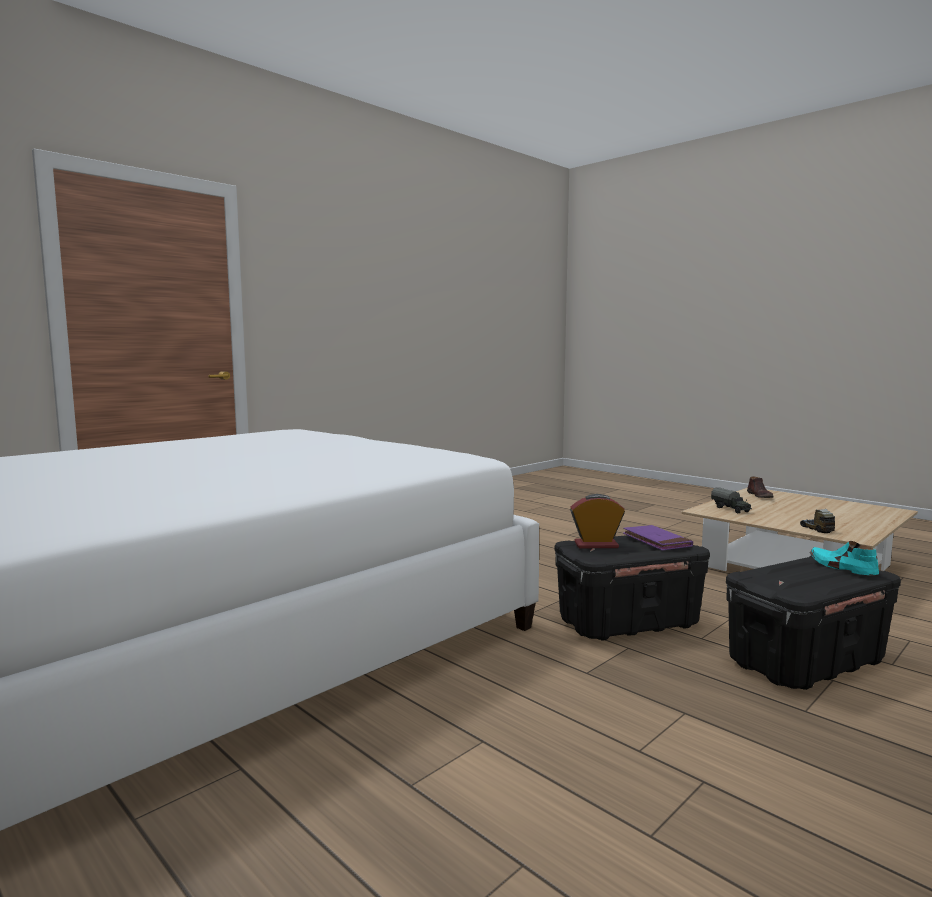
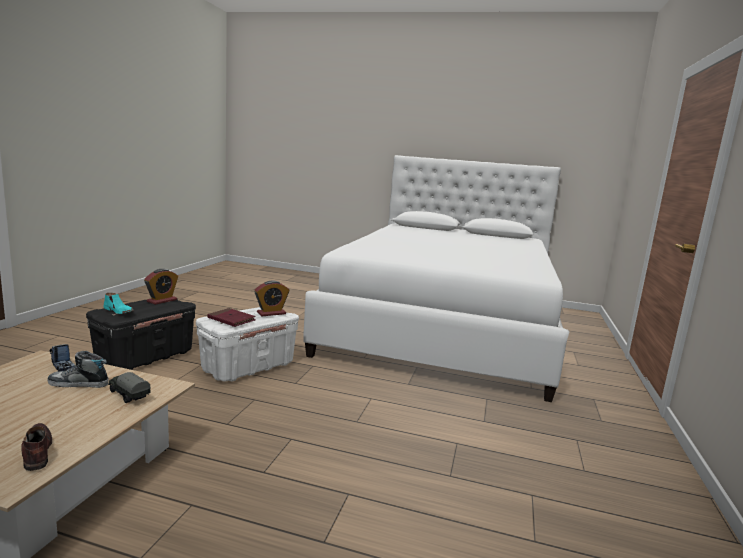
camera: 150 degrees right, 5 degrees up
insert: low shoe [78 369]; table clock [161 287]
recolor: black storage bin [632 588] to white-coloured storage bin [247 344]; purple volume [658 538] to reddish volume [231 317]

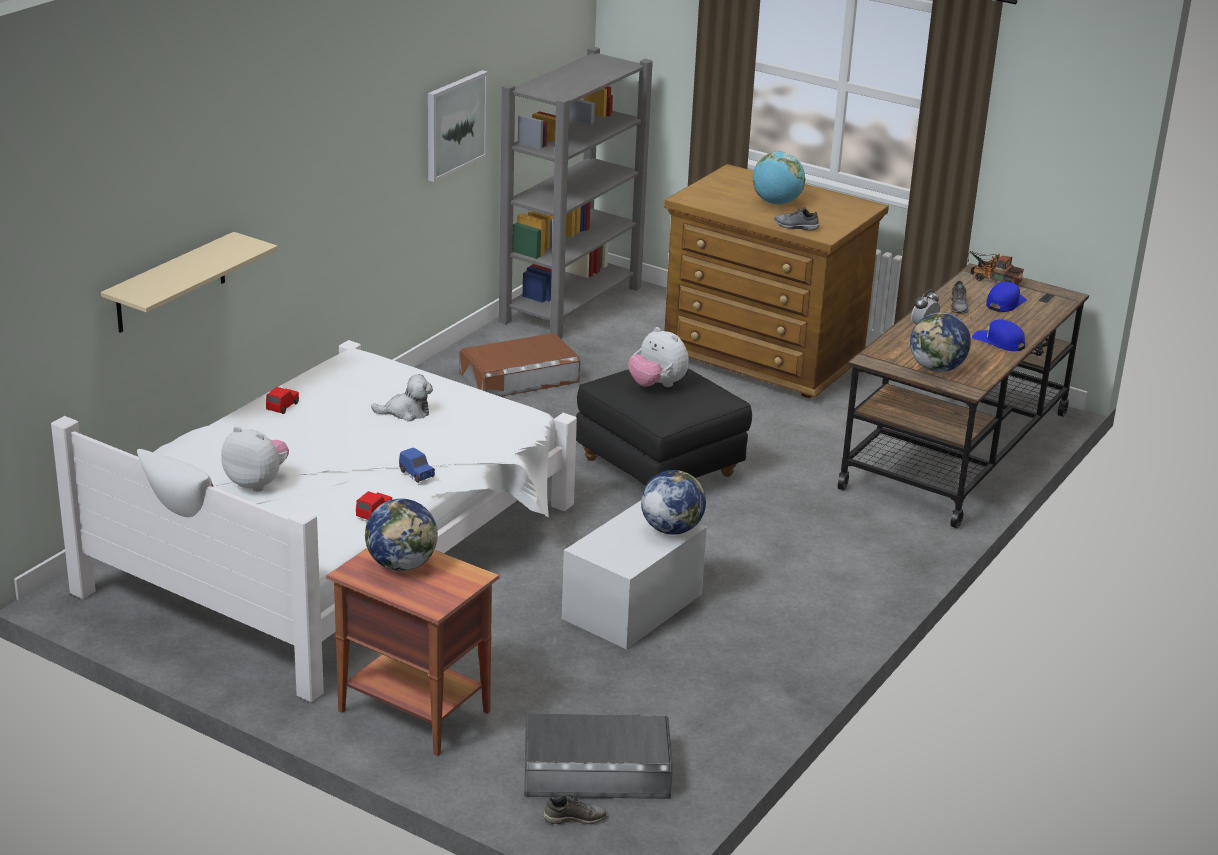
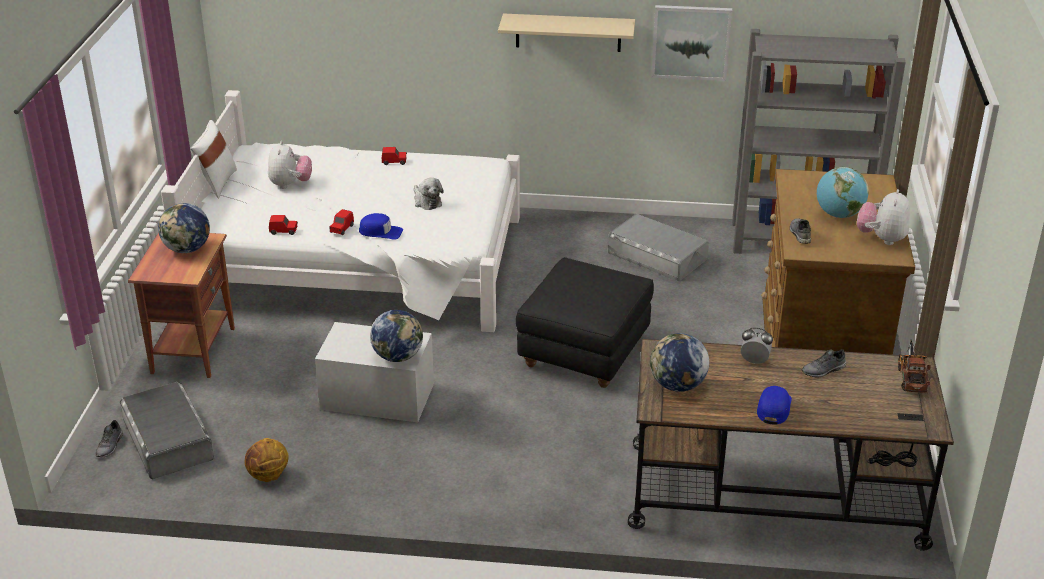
camera: 65 degrees right, 5 degrees up
insert: ball for basketball [267 460]
move: bluish baseball cap [1006 297] to [381 226]; sand-coloured shelf [189 282] to [566 33]; plush toy [658 357] to [883 217]
recolor: bluish miniature car [417 465] to reddish miniature car [341 222]; brownish storage bin [520 365] to grey storage bin [658 247]
rotate: grey low shoe [575 809] = [109 438] 45 degrees clockwise

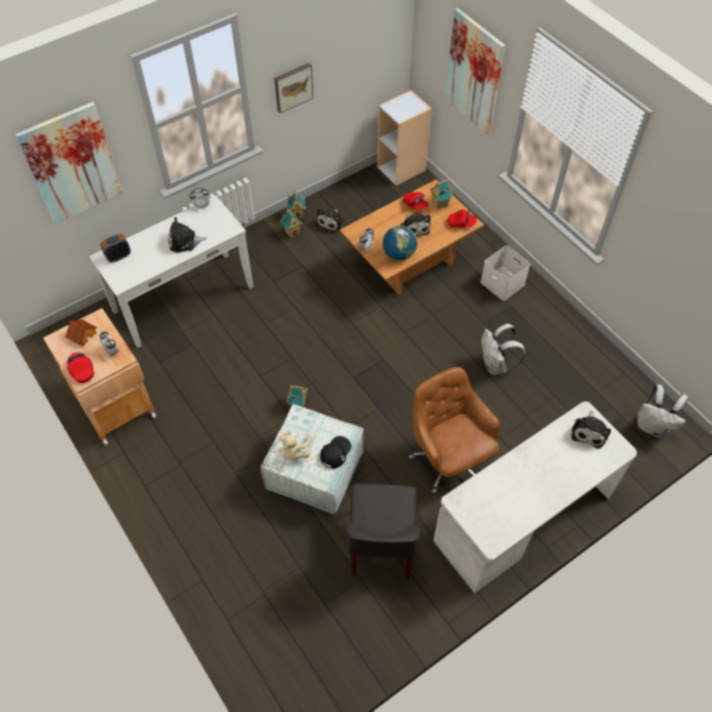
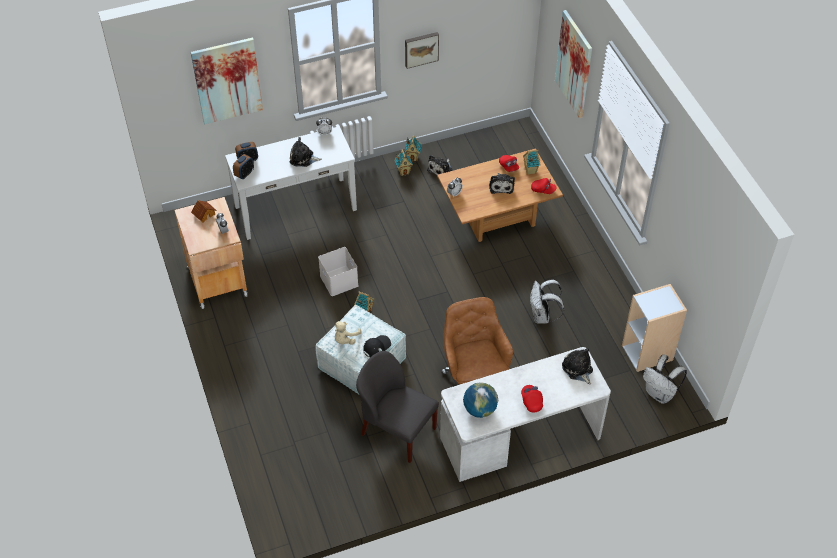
camera: 15 degrees right, 5 degrees down
insert: table clock [243 166]
move: white-coloured storage bin [506 273] to [338 271]; globe [400 242] to [480 400]; reddish baseball cap [80 367] to [532 398]; bookshelf [404 138] to [654 328]
rotate: grey chair [383 531] = [397 407] 105 degrees clockwise; plush toy [591 429] = [577 366] 120 degrees clockwise

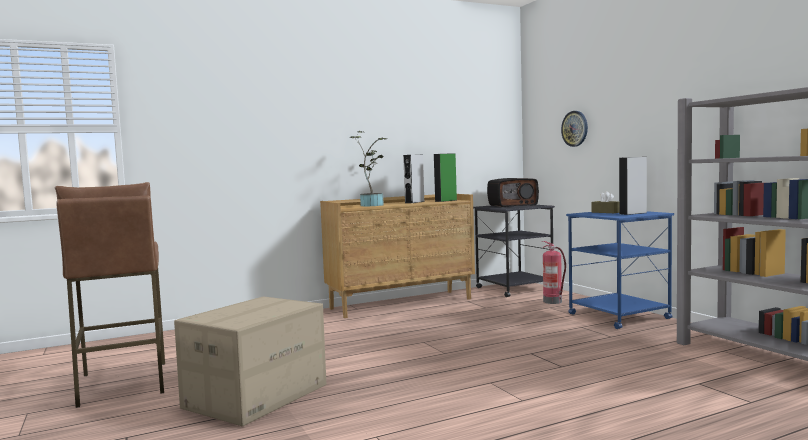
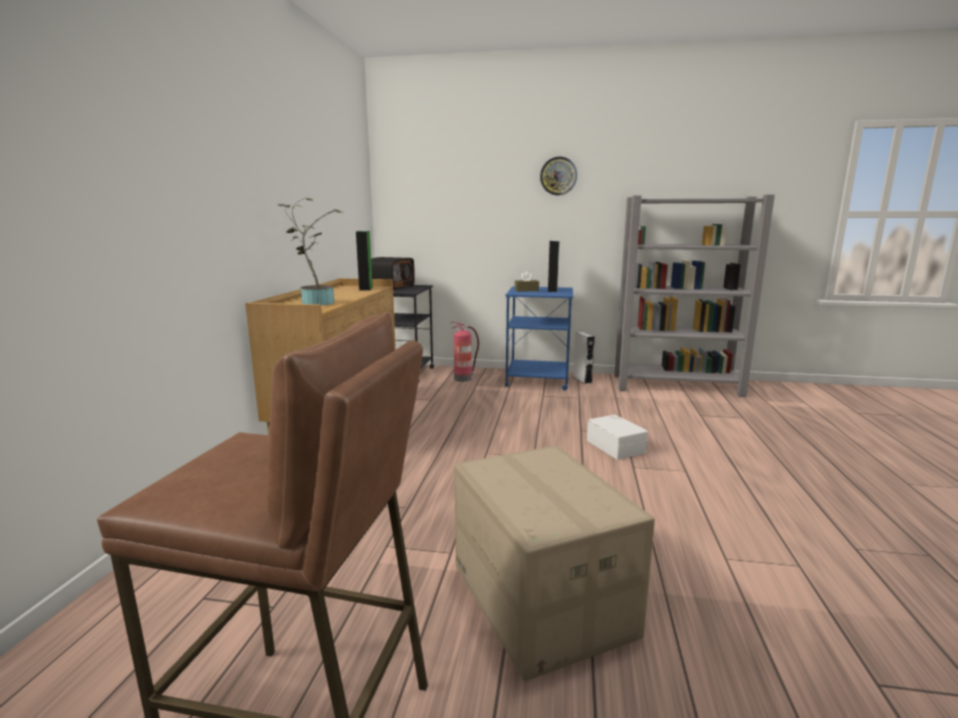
camera: 55 degrees left, 10 degrees up
insert: white-coloured storage bin [617 437]
move: hanging clock [574 129] to [558 176]; grey loudspeaker [413 179] to [584 358]

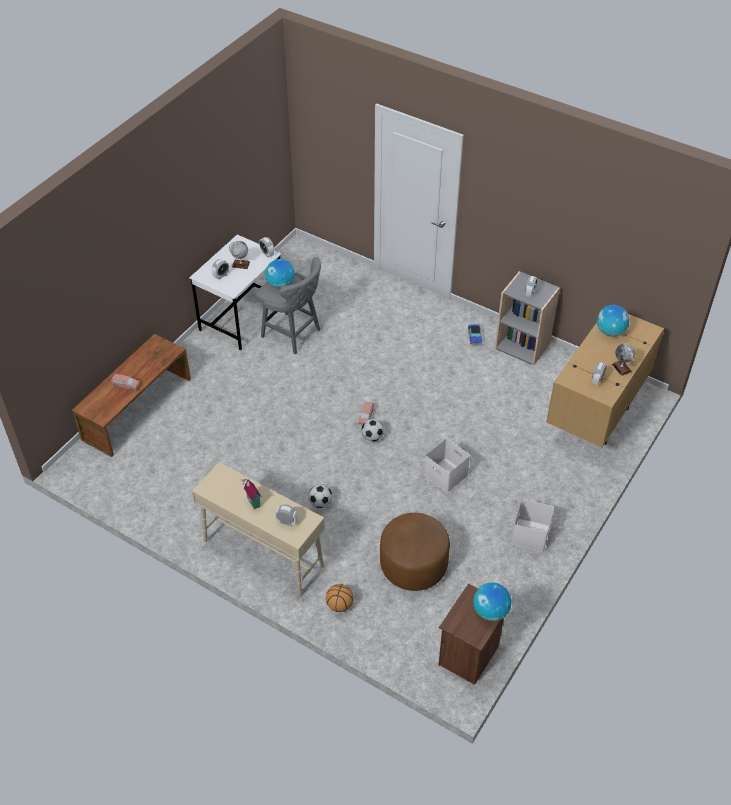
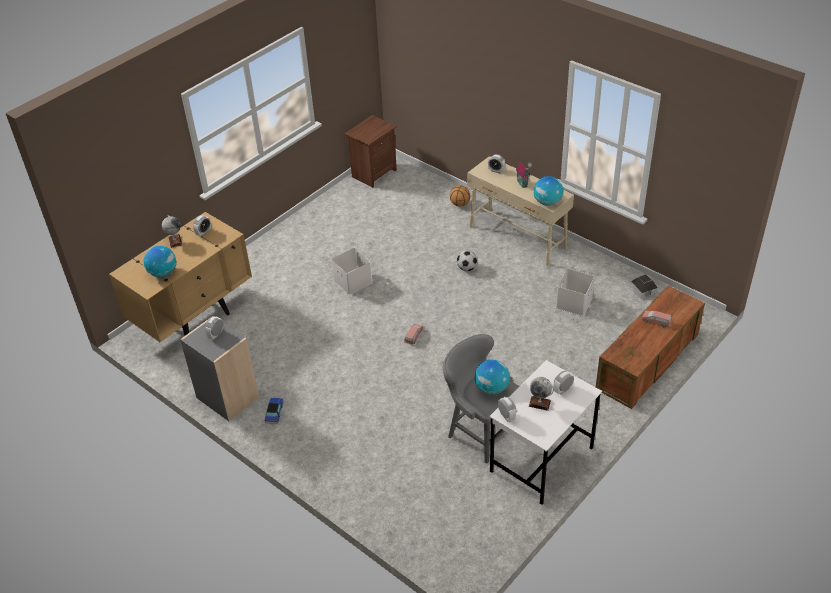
camera: 170 degrees left, 5 degrees down
delete: ball for football [373 430]; brownish pouffe [415 552]
insert: toy house [644 286]
move: globe [492 601] to [548 191]; white-coloured storage bin [532 525] to [575 292]

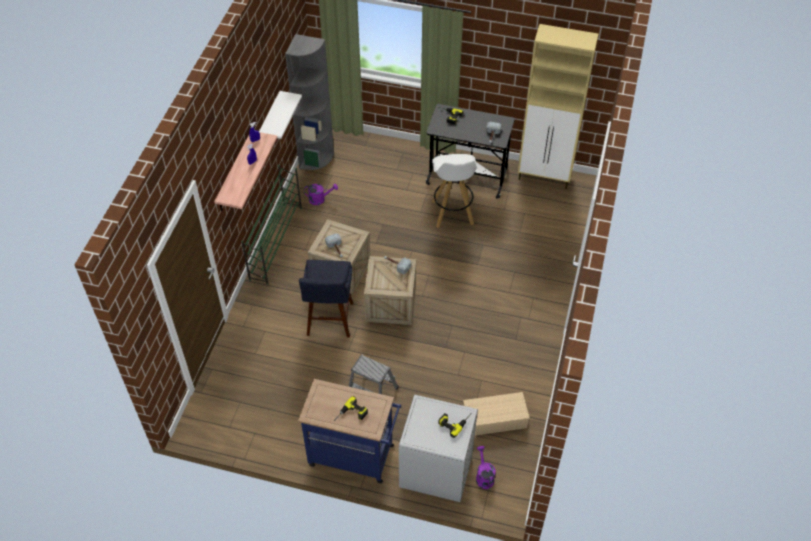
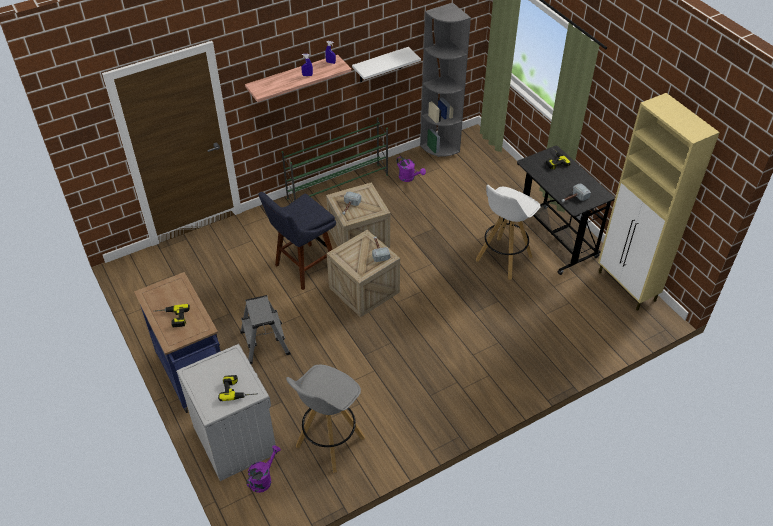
camera: 45 degrees right, 5 degrees down
replace: sand-coloured storage bin [496 413] to grey stool [325 419]

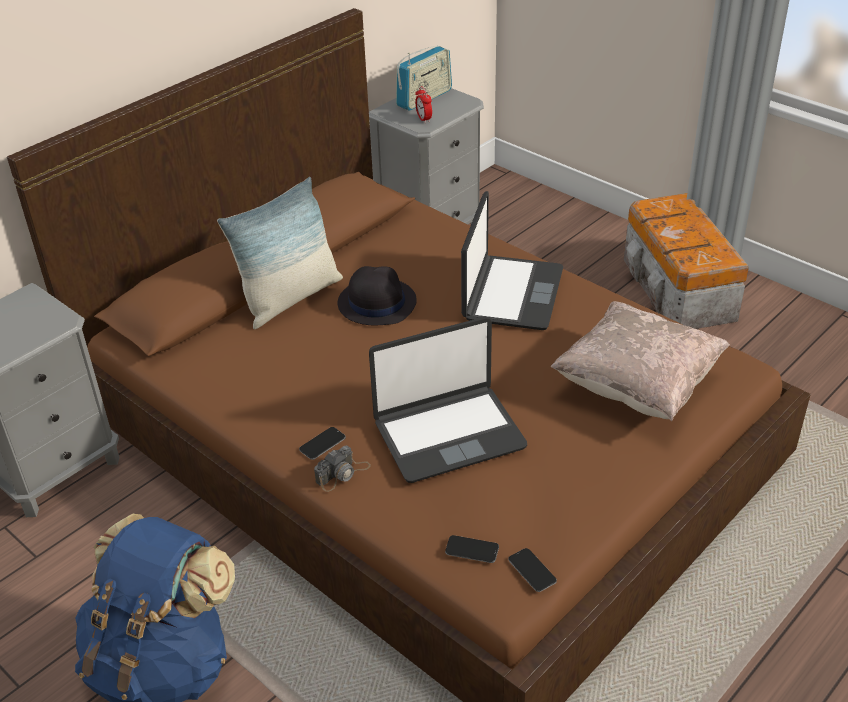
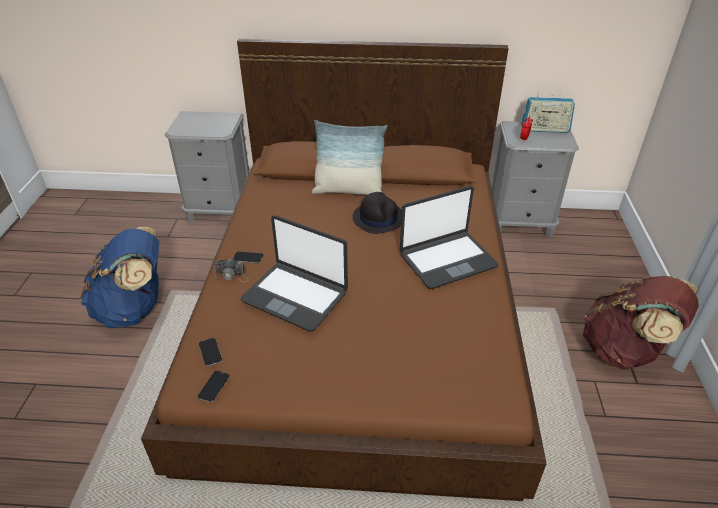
camera: 50 degrees right, 0 degrees up
delete: sand-coloured pillow [640 361]
replace: storage bin [686 261] to brownish backpack [641 323]

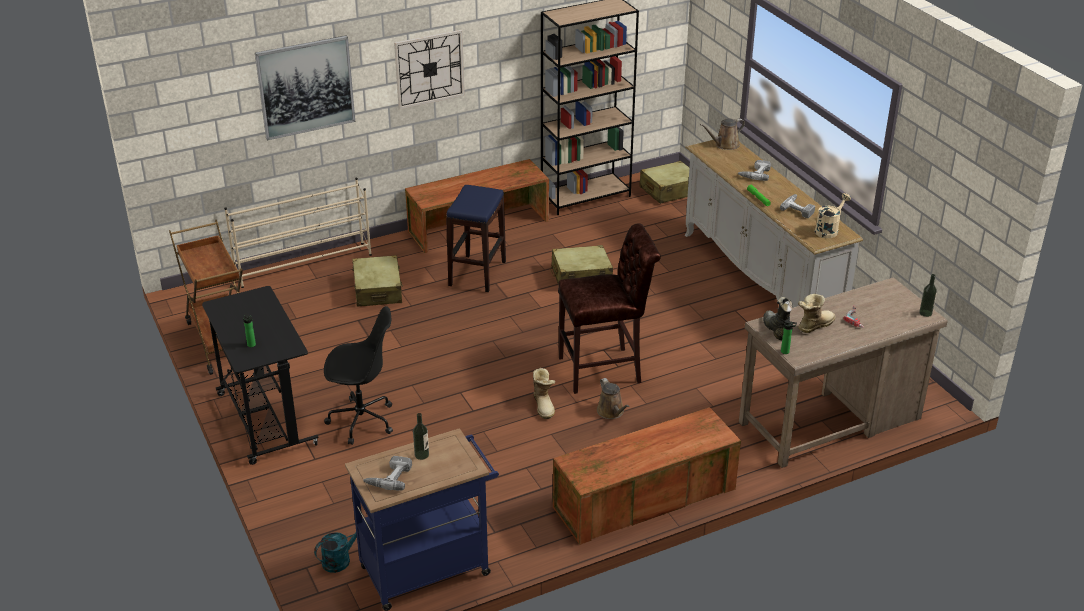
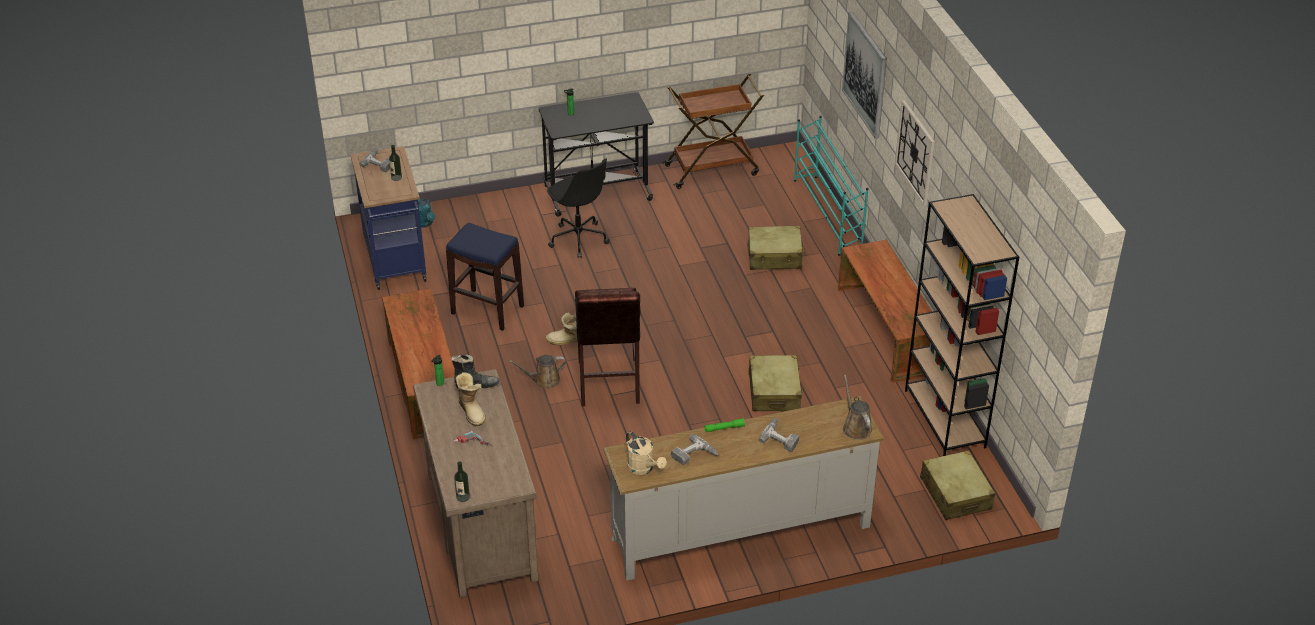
camera: 100 degrees right, 5 degrees up
move: stool [476 238] to [485 277]
recolor: sand-coloured shoe stand [298 233] to turquoise shoe stand [831 186]
rotate: black desk chair [358 375] = [578 208] 45 degrees counterclockwise

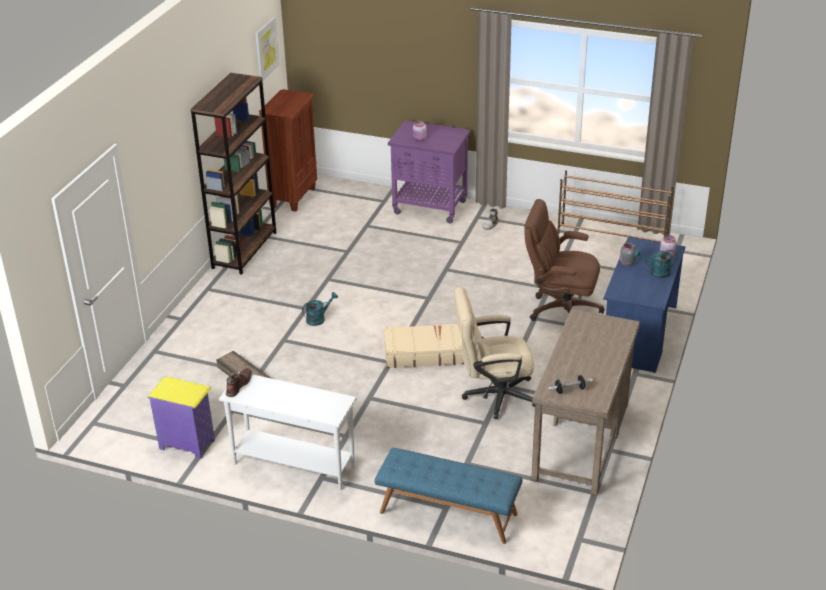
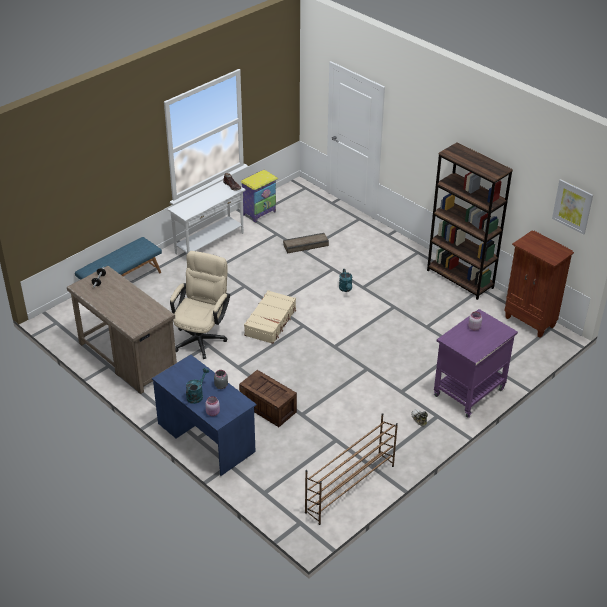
camera: 115 degrees right, 5 degrees up
replace: brownish desk chair [564 260] to shipping crate [268 398]

